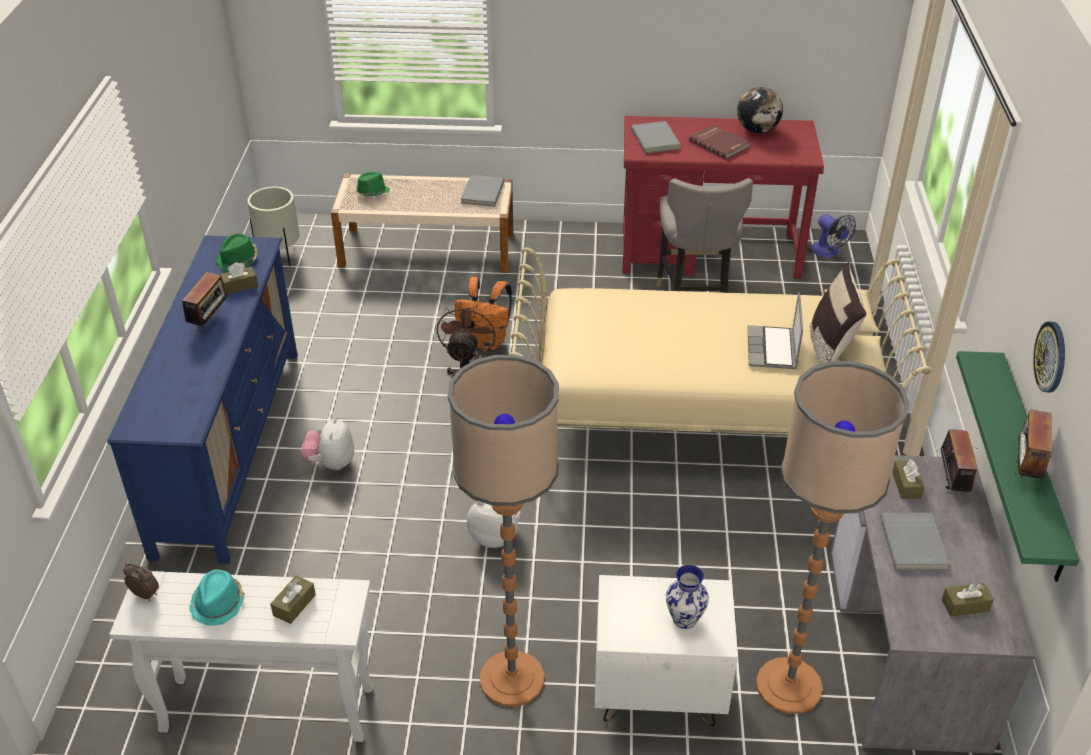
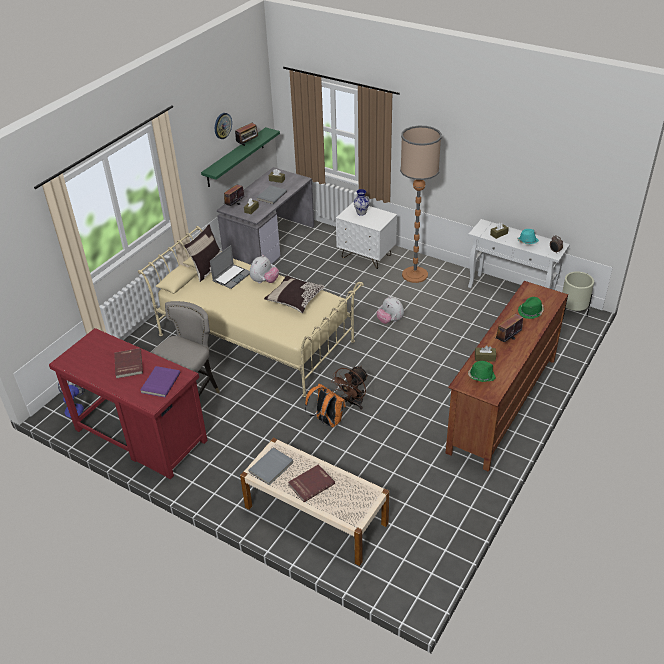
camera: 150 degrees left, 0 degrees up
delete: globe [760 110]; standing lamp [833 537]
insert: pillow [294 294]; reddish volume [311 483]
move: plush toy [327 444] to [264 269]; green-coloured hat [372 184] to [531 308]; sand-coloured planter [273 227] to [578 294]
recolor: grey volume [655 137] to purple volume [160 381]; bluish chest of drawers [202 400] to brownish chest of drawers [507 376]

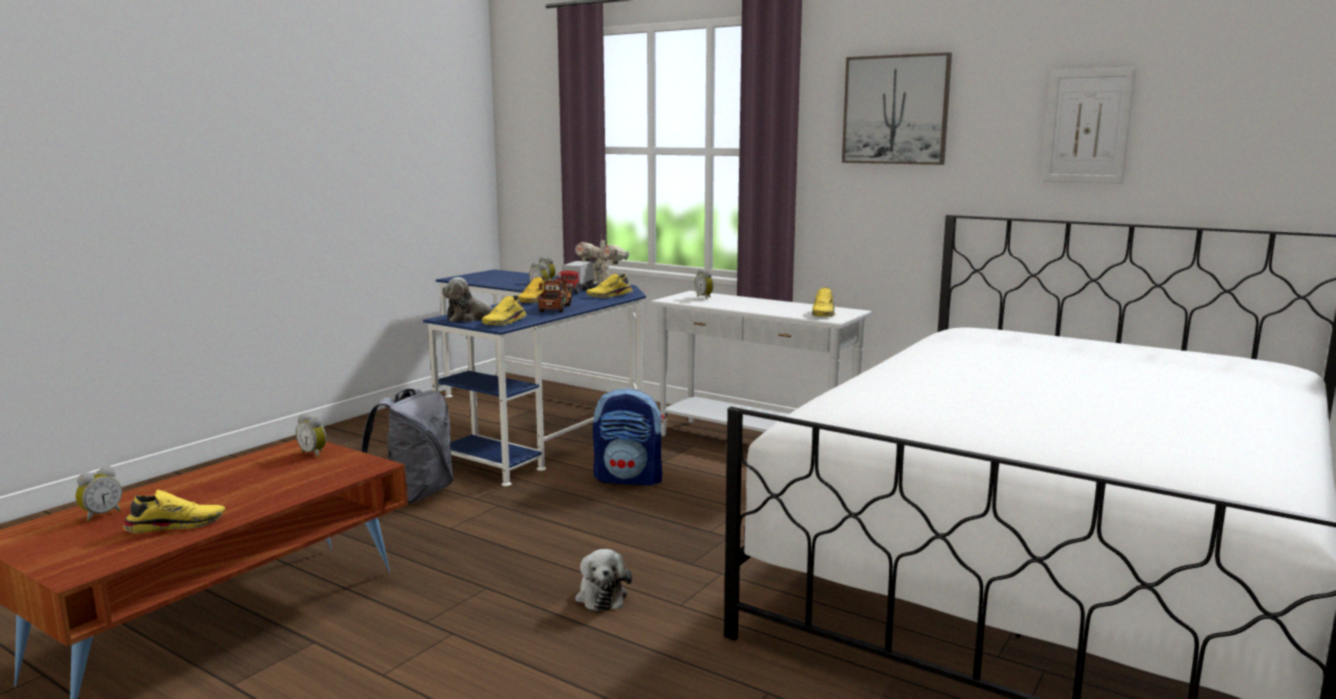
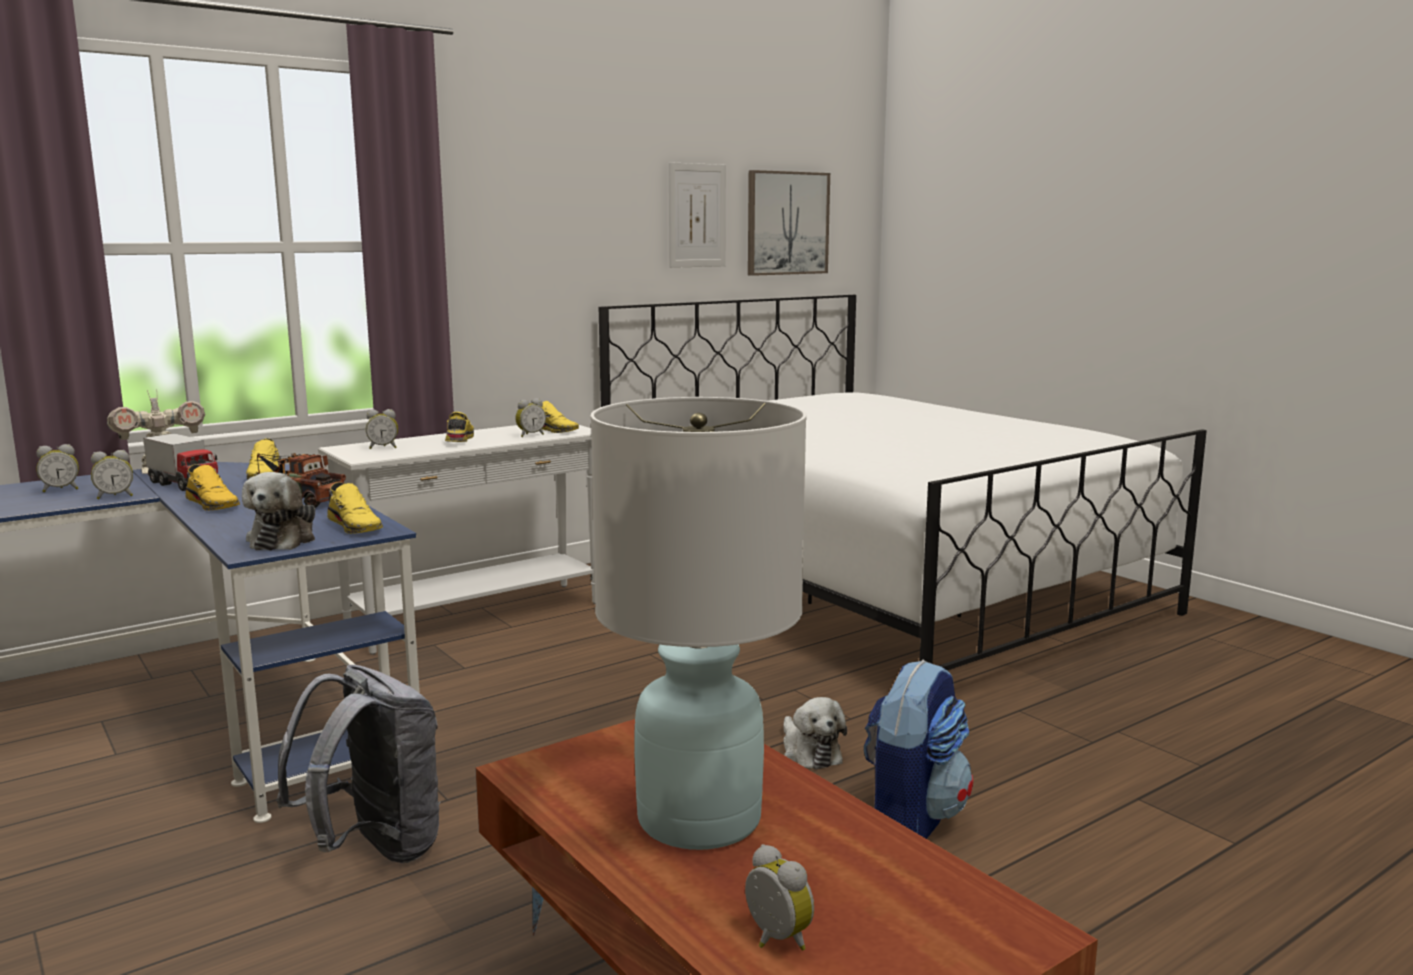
camera: 70 degrees left, 0 degrees up
insert: white-coloured tabletop lamp [698 623]
move: yellow-coloured low shoe [174 511] to [459 427]; table clock [311 436] to [530 417]; picture [897 108] to [789 223]; backpack [629 437] to [918 749]
rotate: plush toy [603 580] = [815 733] 60 degrees clockwise

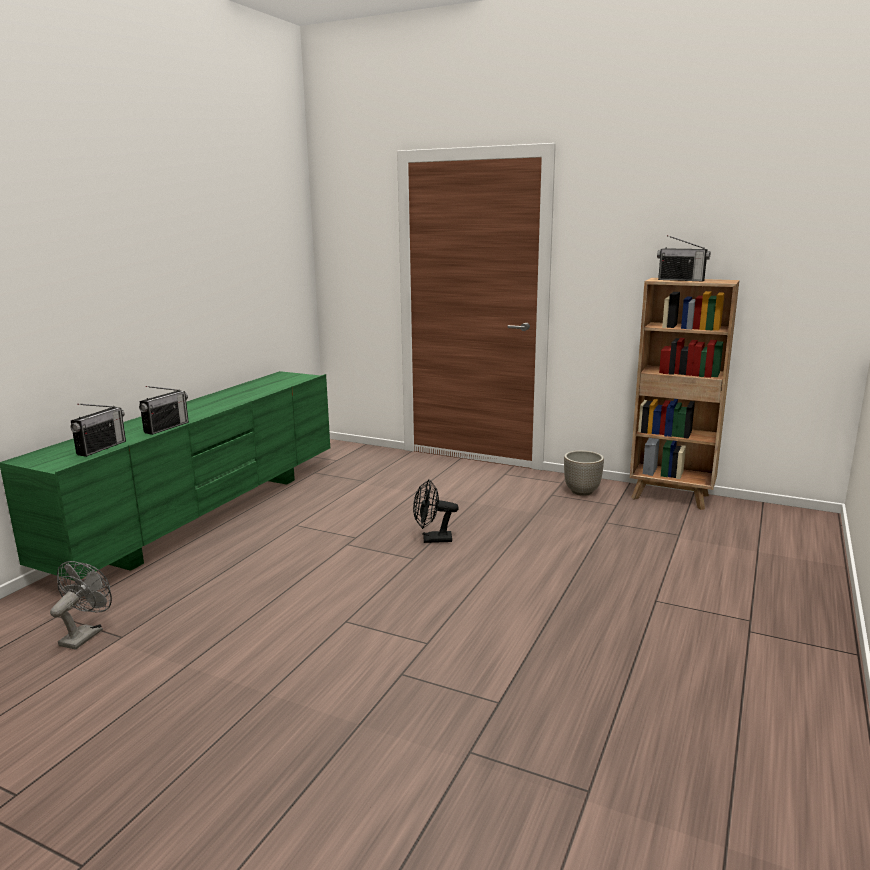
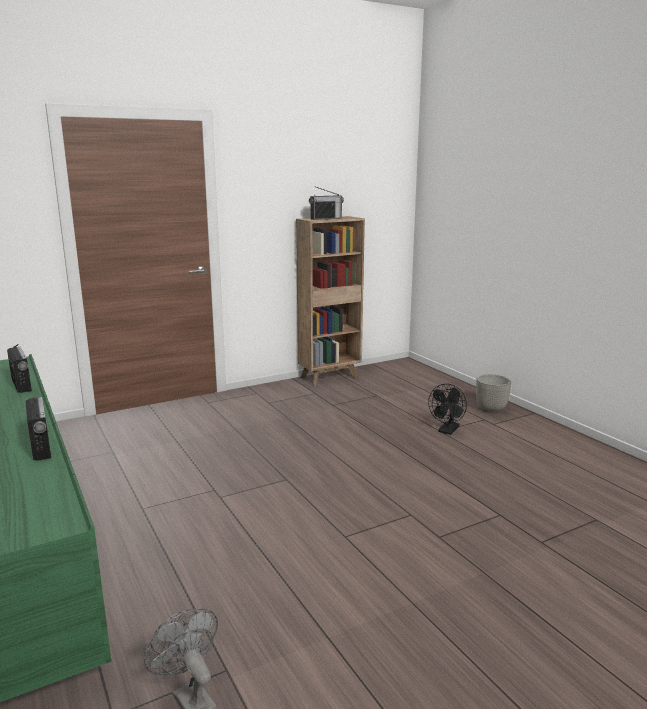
camera: 55 degrees left, 0 degrees up
move: radio set [98 430] to [19 368]; black cooling fan [436 511] to [447 409]; planter [584 473] to [493 393]

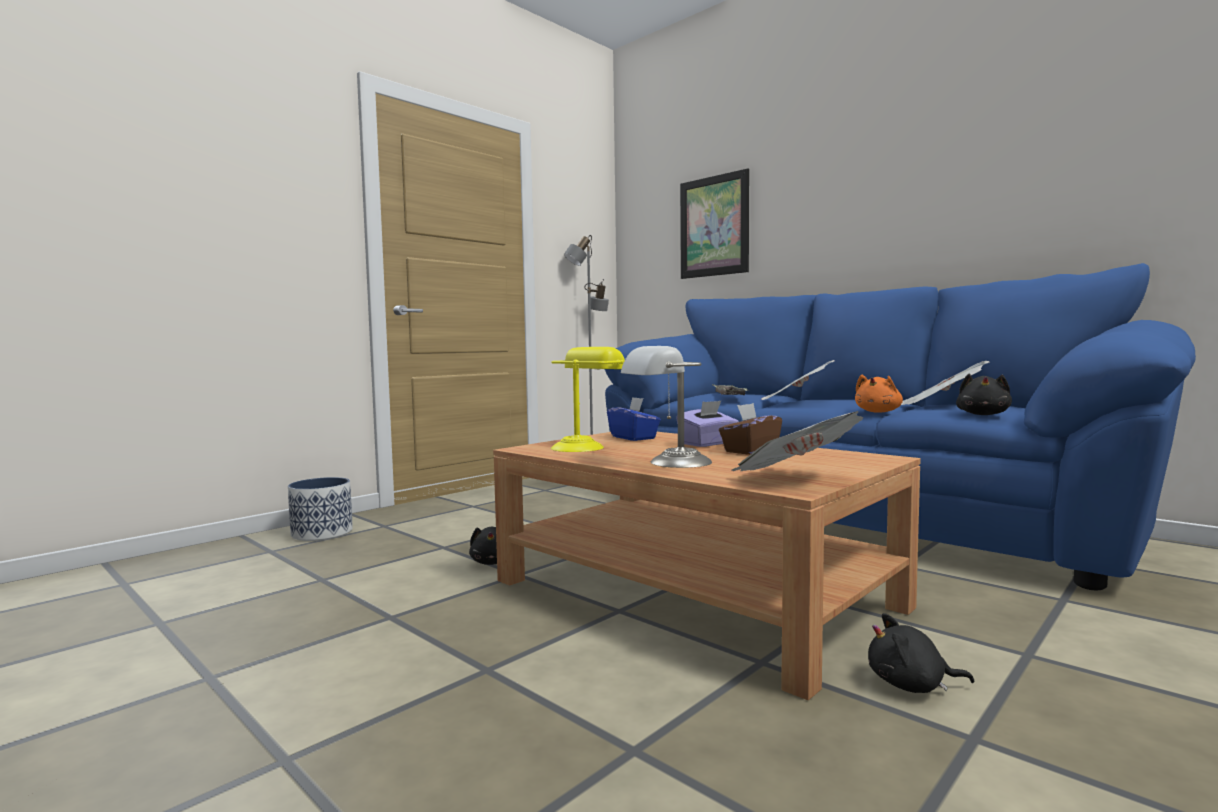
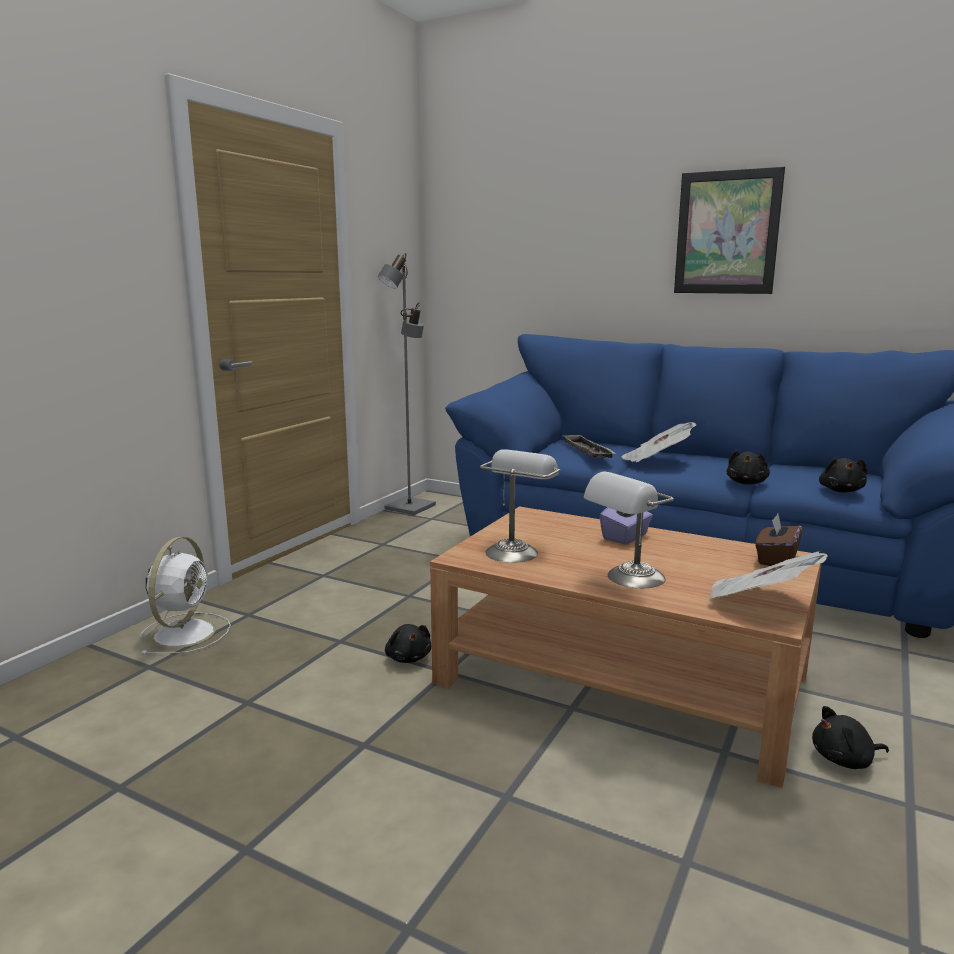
camera: 15 degrees left, 10 degrees up
delete: bluish box of tissues [634 419]; newspaper [945 383]
move: picture [714 223] to [729 230]; brownish box of tissues [750 429] to [779 540]
replace: planter [320 509] to white-coloured cooling fan [185 596]
recolor: yellow-coloured tabletop lamp [588 399] to white-coloured tabletop lamp [520 506]; orangey plush toy [879 394] to black plush toy [748 467]

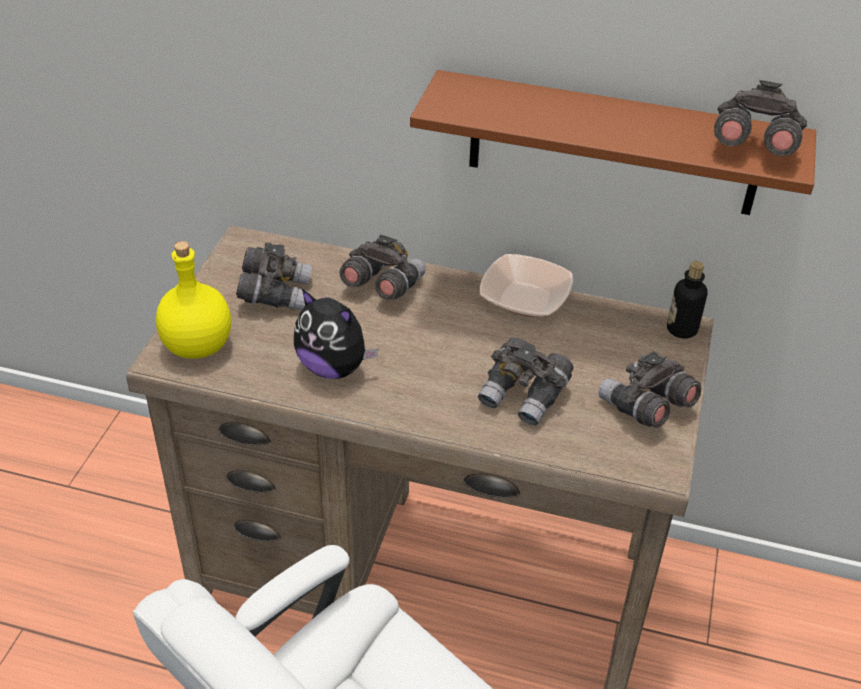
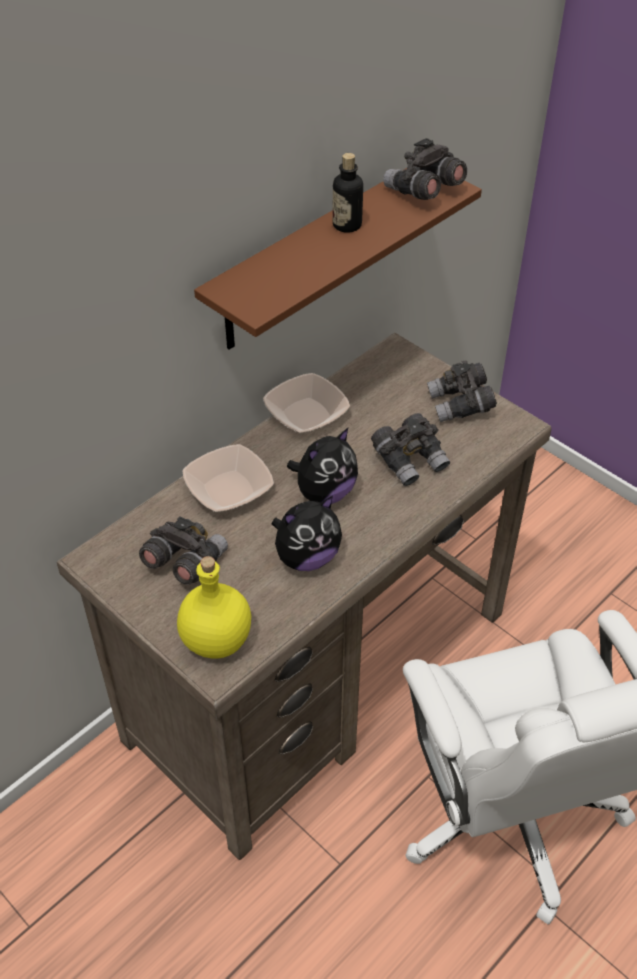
camera: 60 degrees left, 5 degrees up
insert: plush toy [322 466]
move: drink bottle [687 300] to [347 193]
replace: grey field glasses [382 267] to deep dish [228 478]

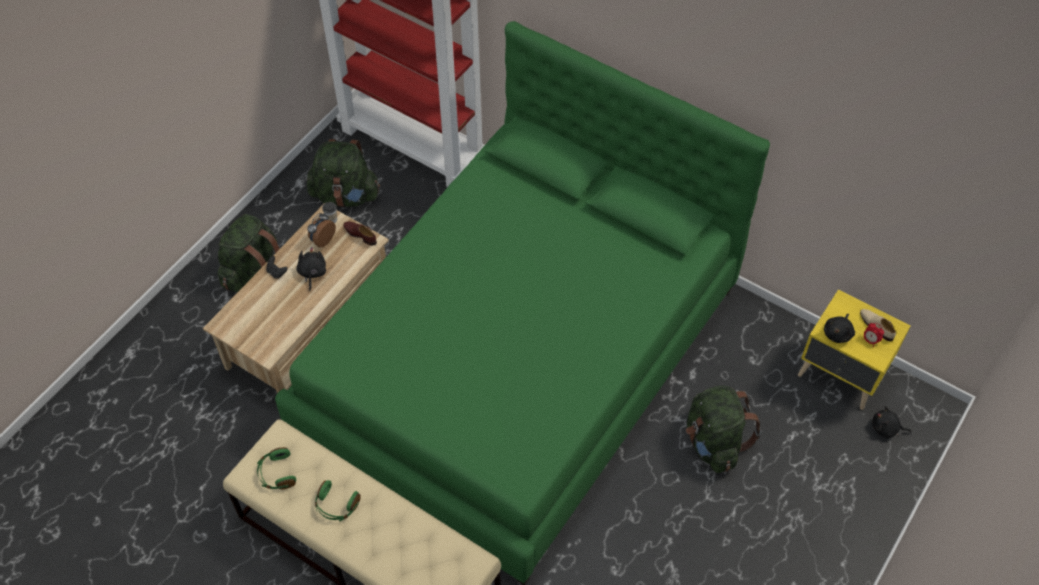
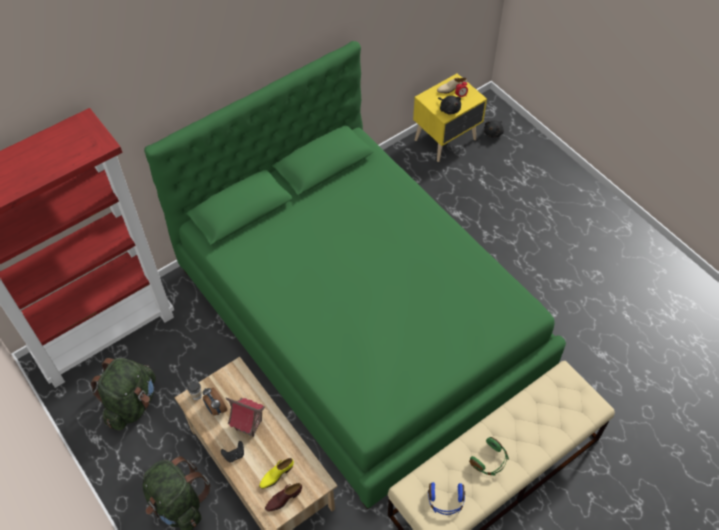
camera: 70 degrees left, 0 degrees up
delete: green-coloured backpack [724 429]
insert: yellow-coloured low shoe [276 473]
move: brownish low shoe [360 234] to [283 497]
replace: black plush toy [311 269] to toy house [245 417]
recolor: green-coloured headphones [276 468] to bluish headphones [446 498]

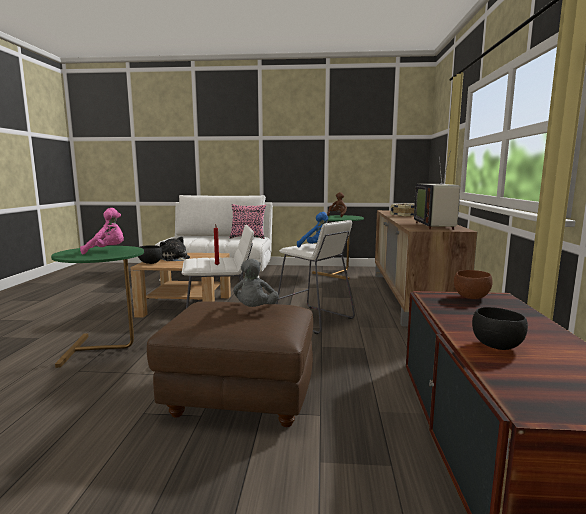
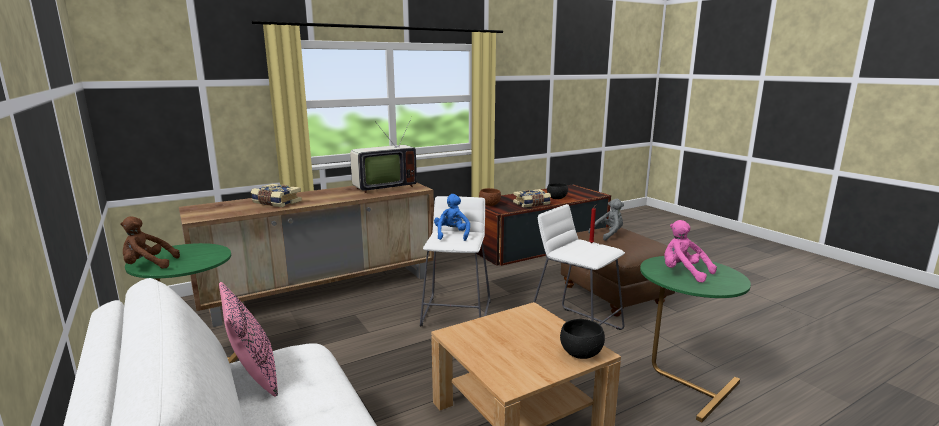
camera: 125 degrees left, 5 degrees up
delete: plush toy [175 248]
insert: volume [532 198]

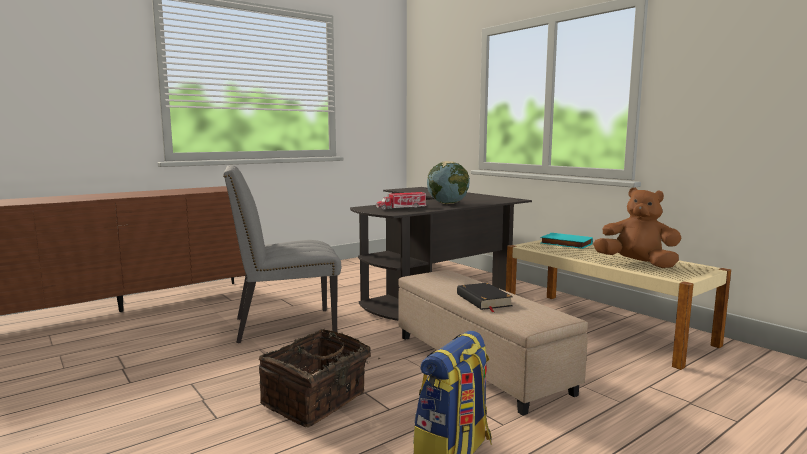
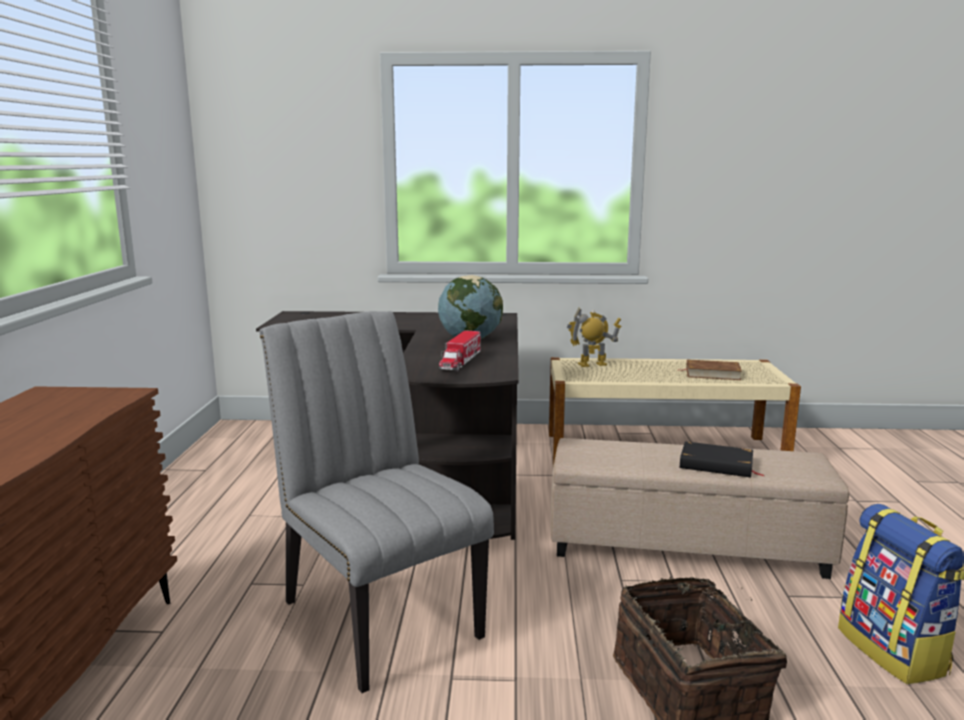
camera: 50 degrees left, 5 degrees up
replace: turquoise volume [566 241] to model robot [594 337]; brownish plush toy [637 227] to brownish volume [709 369]
rotate: grey chair [282 254] = [377 502] 120 degrees clockwise

